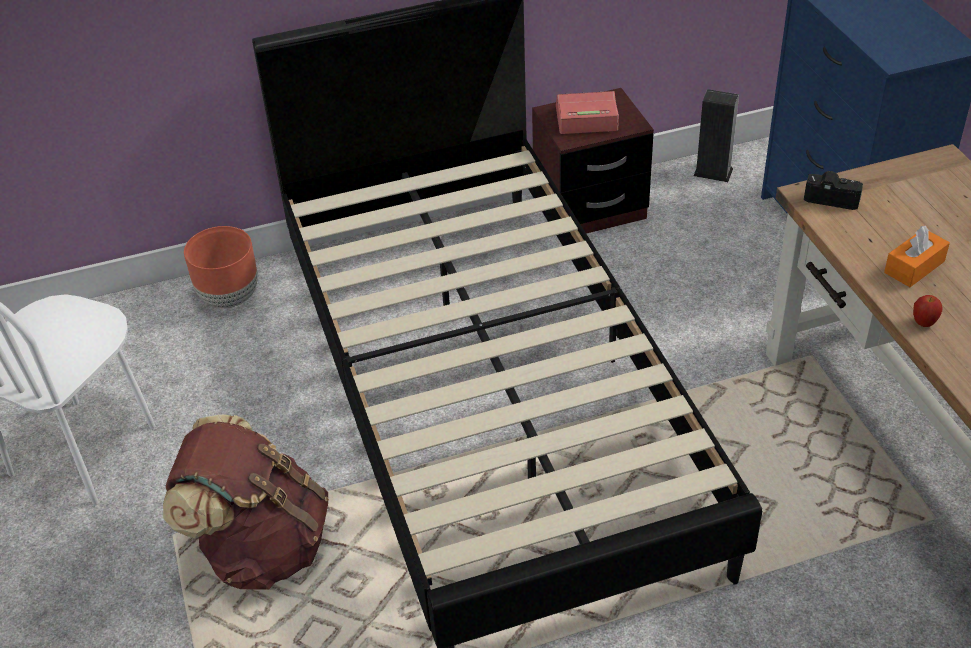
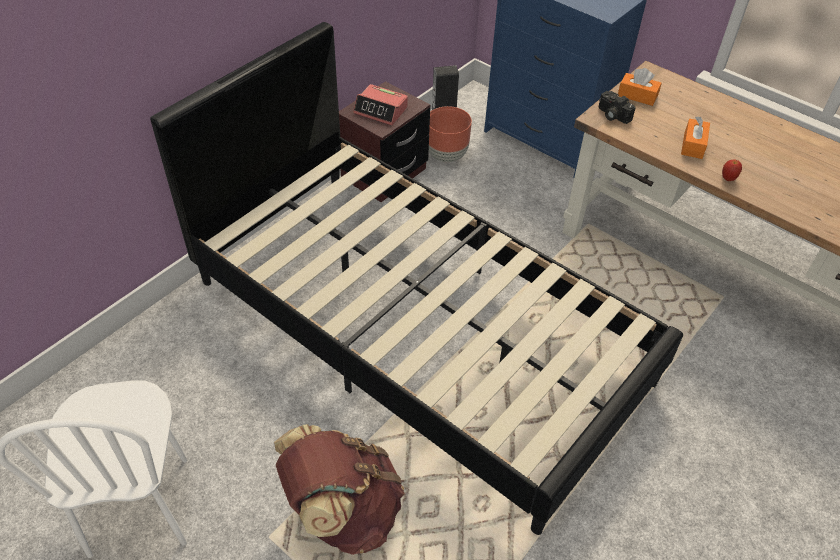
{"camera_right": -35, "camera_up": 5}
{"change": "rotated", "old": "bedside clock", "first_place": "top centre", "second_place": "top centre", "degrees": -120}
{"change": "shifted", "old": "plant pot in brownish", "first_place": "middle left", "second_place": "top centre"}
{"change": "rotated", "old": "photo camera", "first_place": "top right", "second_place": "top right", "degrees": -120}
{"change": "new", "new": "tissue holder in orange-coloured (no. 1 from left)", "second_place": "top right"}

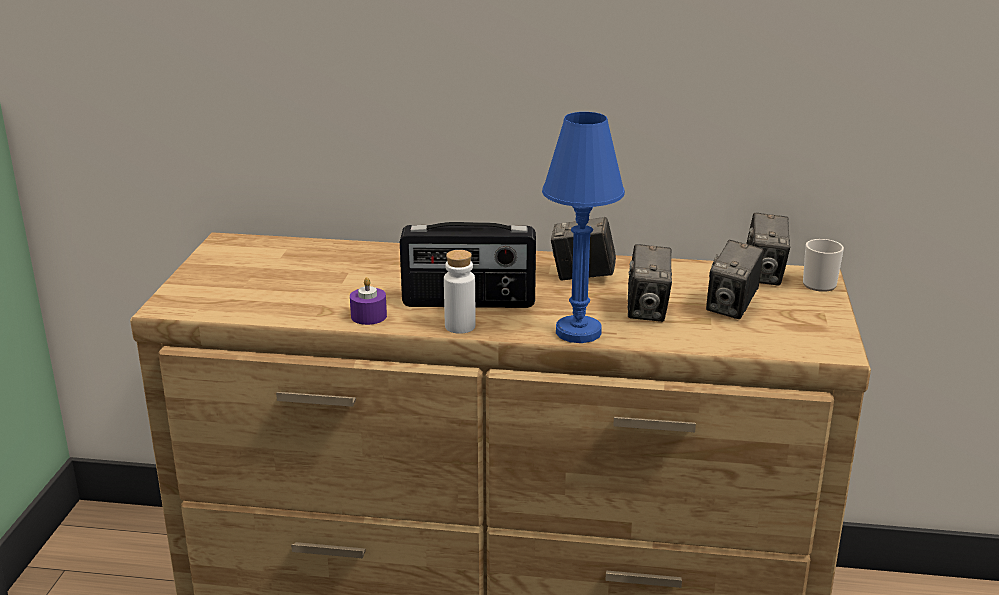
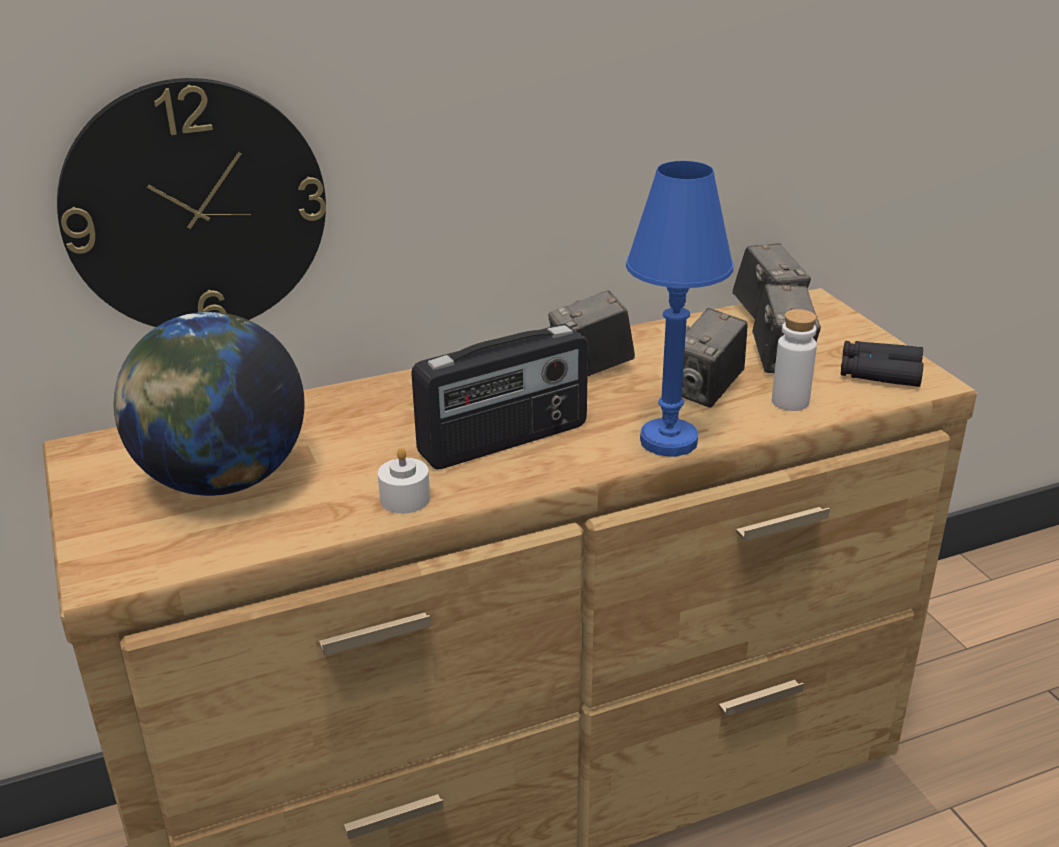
{"camera_right": -30, "camera_up": 5}
{"change": "new", "new": "wall clock", "second_place": "top left"}
{"change": "new", "new": "globe", "second_place": "middle left"}
{"change": "repainted", "old": "wax light in purple", "new": "wax light in white-coloured", "first_place": "centre", "second_place": "centre"}
{"change": "rotated", "old": "photo camera (no. 2 from left)", "first_place": "centre", "second_place": "middle right", "degrees": 60}
{"change": "shifted", "old": "bottle in white-coloured", "first_place": "centre", "second_place": "middle right"}
{"change": "new", "new": "pair of binoculars in black", "second_place": "middle right"}
{"change": "gone", "old": "tea mug", "first_place": "middle right"}

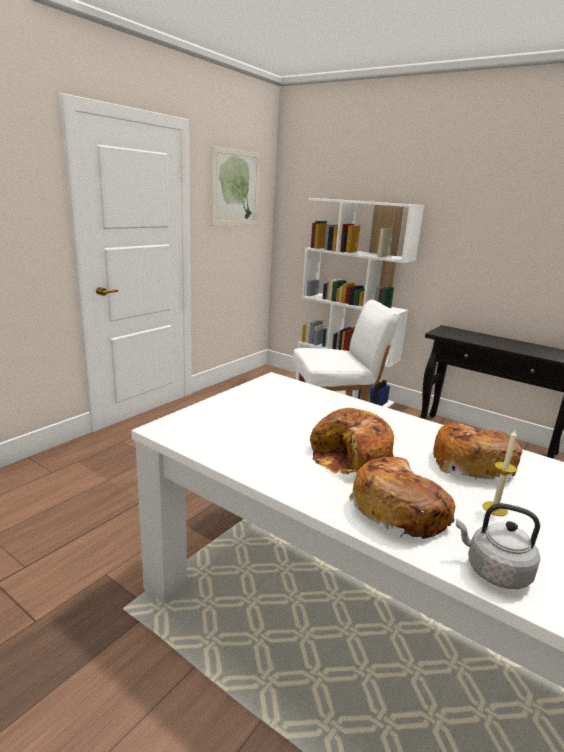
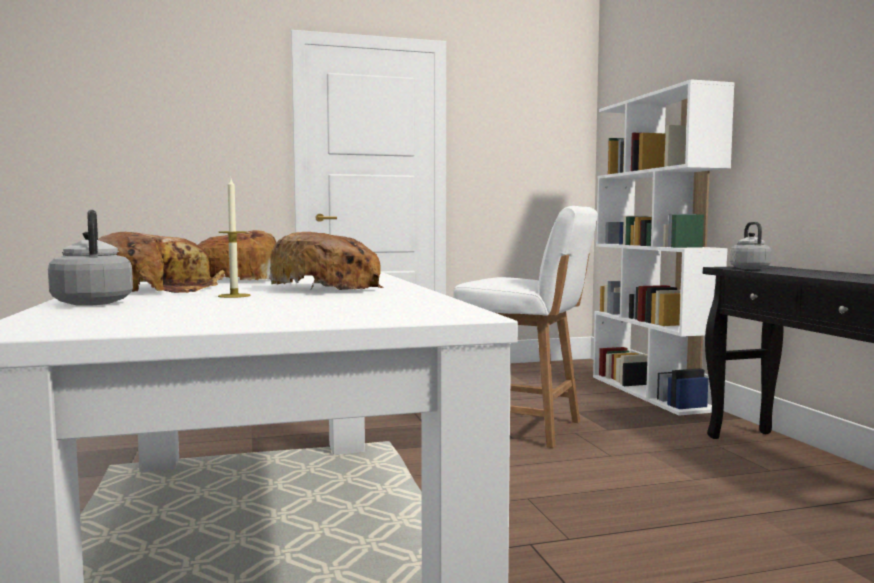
{"camera_right": 40, "camera_up": -15}
{"change": "new", "new": "water kettle in gray (no. 2 from left)", "second_place": "middle right"}
{"change": "gone", "old": "wall art", "first_place": "top centre"}

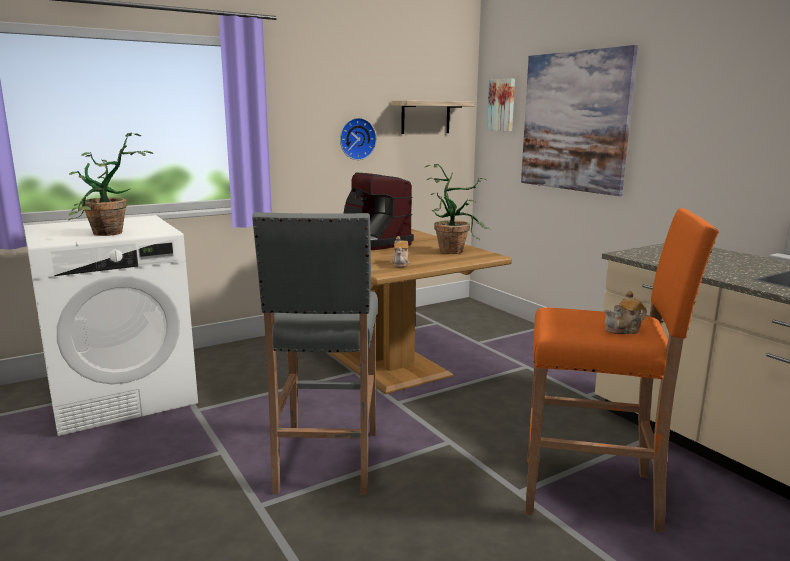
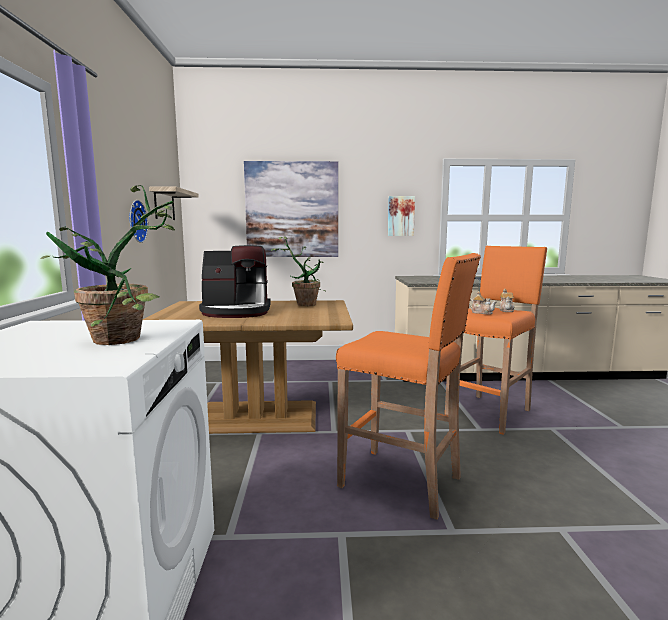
{"camera_right": -60, "camera_up": -5}
{"change": "repainted", "old": "stool seat in gray", "new": "stool seat in orange-coloured (no. 1 from left)", "first_place": "centre", "second_place": "centre"}
{"change": "shifted", "old": "wall art (no. 1 from left in the first image)", "new": "wall art (no. 2 from left)", "first_place": "top centre", "second_place": "centre"}
{"change": "shifted", "old": "pot for tea (no. 1 from left)", "first_place": "centre", "second_place": "middle right"}

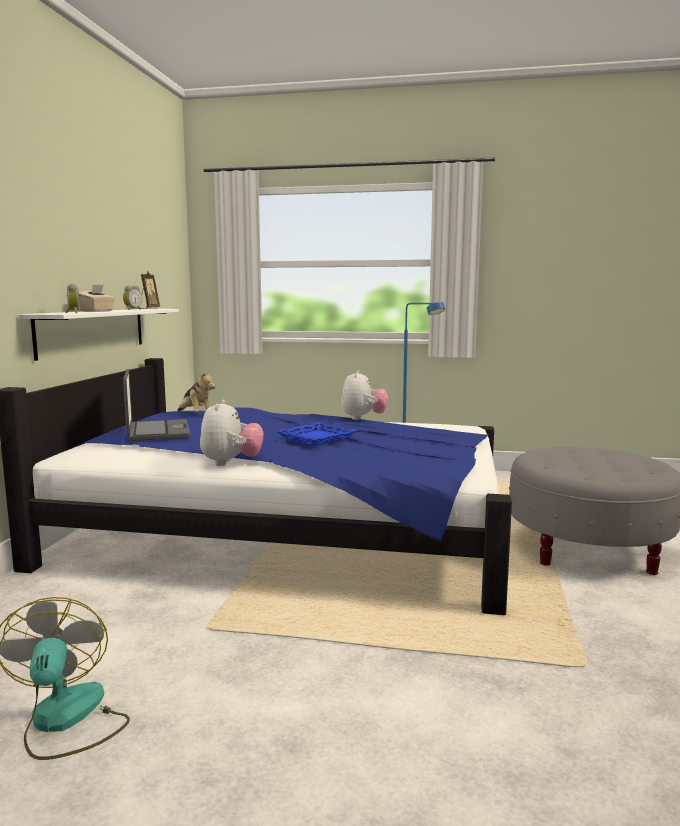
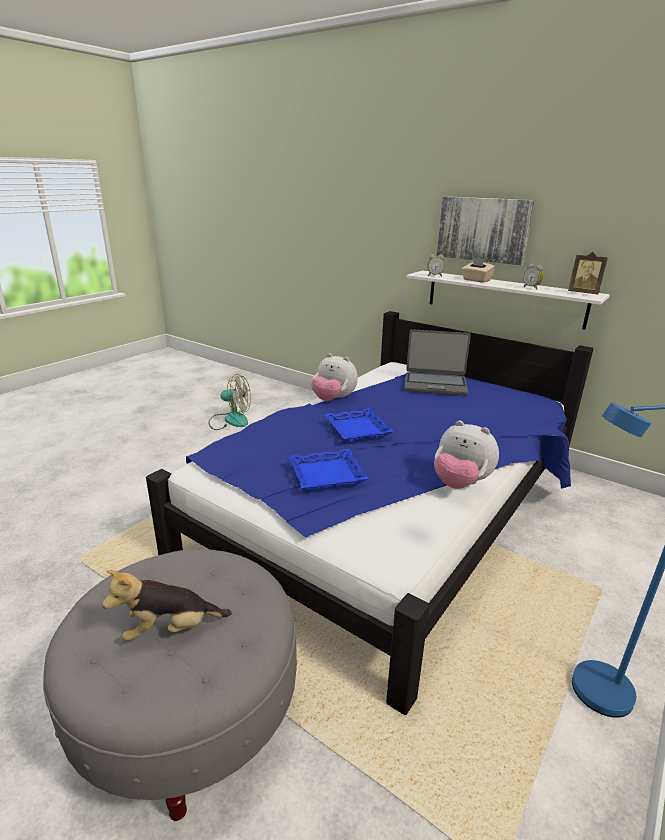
{"camera_right": 115, "camera_up": 15}
{"change": "shifted", "old": "plush toy (no. 1 from left)", "first_place": "middle left", "second_place": "bottom left"}
{"change": "new", "new": "serving tray in blue (no. 1 from left)", "second_place": "centre"}
{"change": "new", "new": "wall art", "second_place": "top right"}

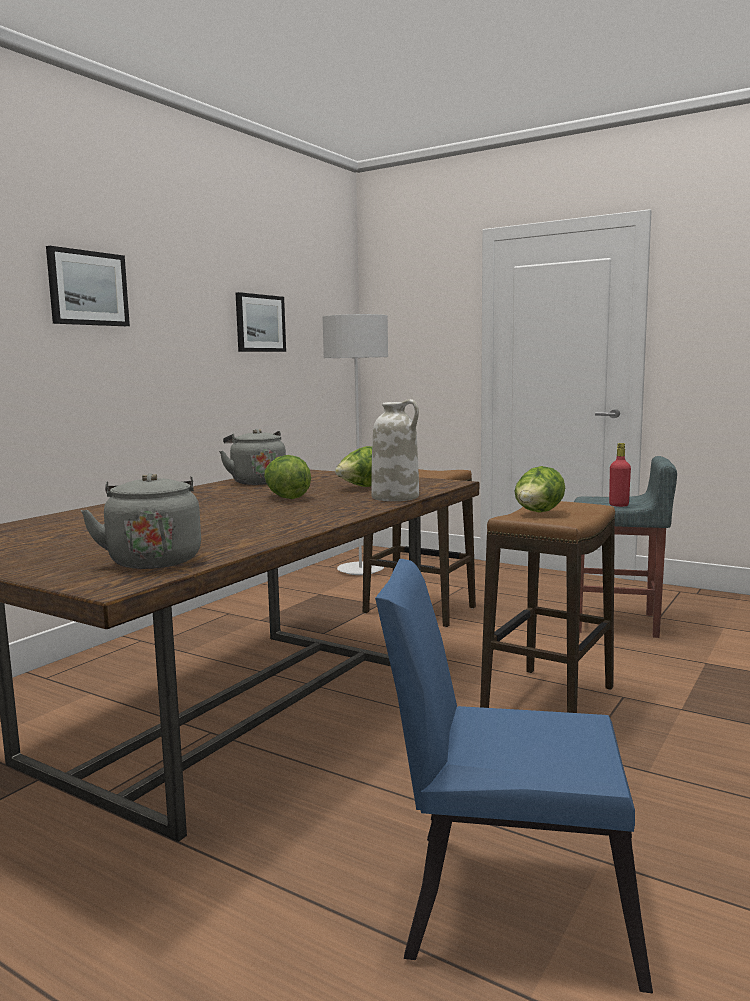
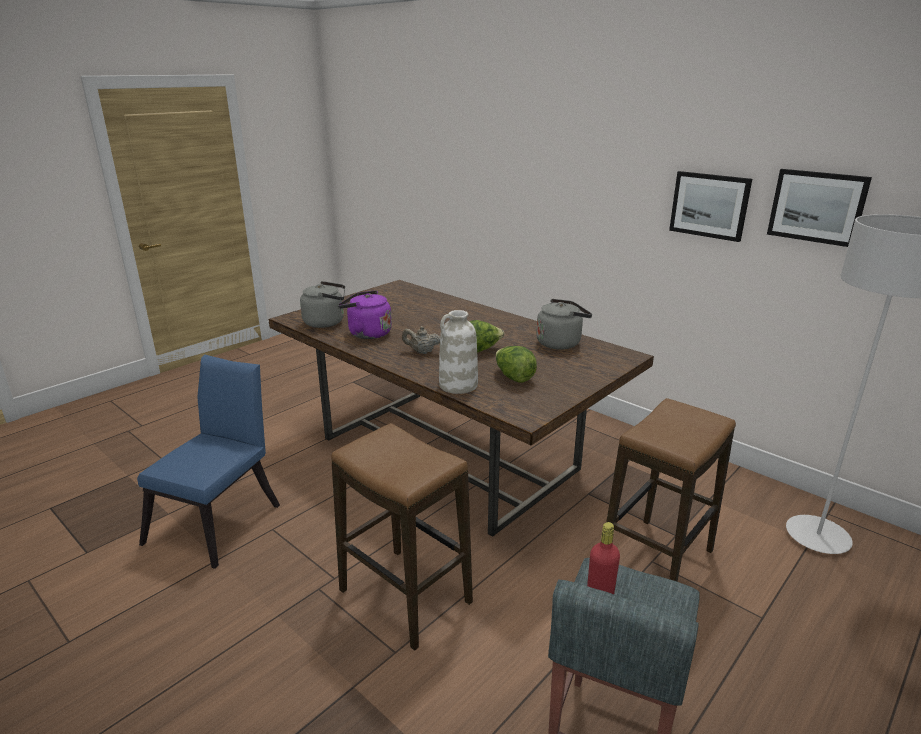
{"camera_right": 100, "camera_up": 15}
{"change": "new", "new": "water kettle in purple", "second_place": "centre"}
{"change": "new", "new": "pot for tea in beige-coloured", "second_place": "centre"}
{"change": "shifted", "old": "wall art (no. 1 from left)", "first_place": "top left", "second_place": "top right"}
{"change": "gone", "old": "lettuce (no. 3 from left)", "first_place": "middle right"}

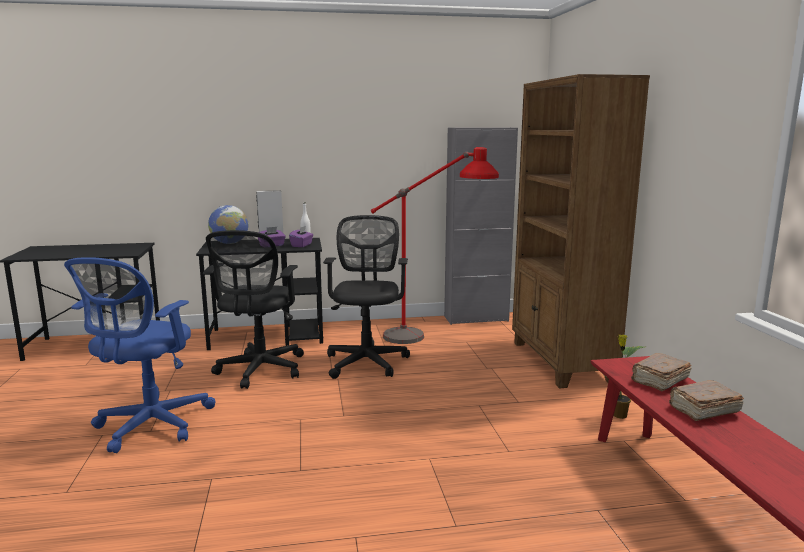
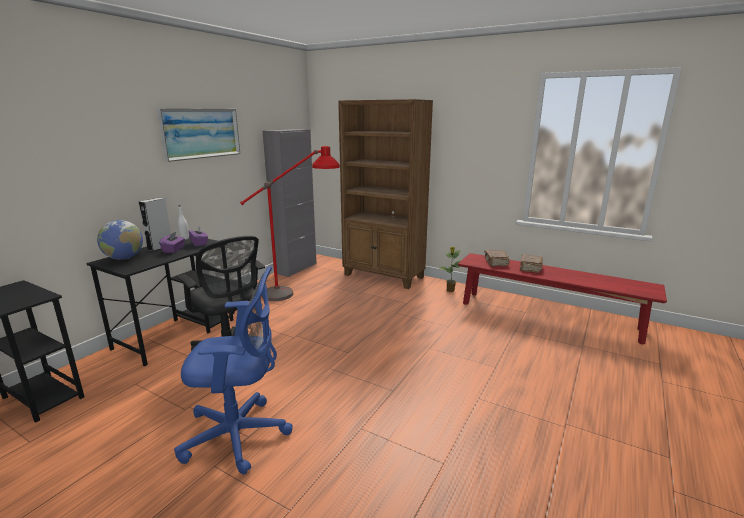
{"camera_right": -50, "camera_up": 5}
{"change": "new", "new": "wall art", "second_place": "top left"}
{"change": "rotated", "old": "office chair in blue", "first_place": "middle left", "second_place": "bottom left", "degrees": -60}
{"change": "gone", "old": "office chair in black (no. 2 from left)", "first_place": "centre"}

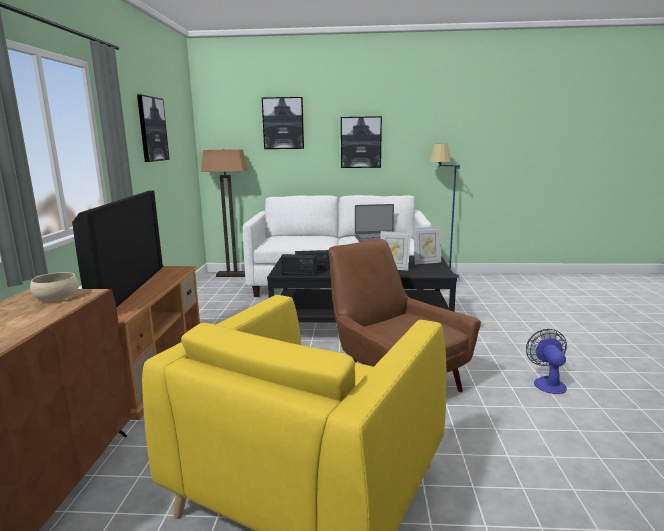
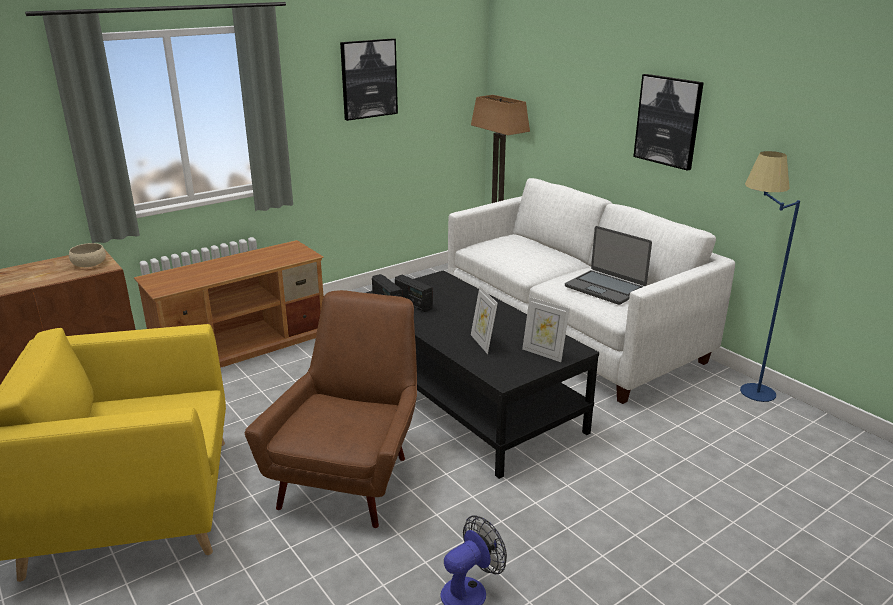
{"camera_right": 50, "camera_up": 10}
{"change": "gone", "old": "television", "first_place": "middle left"}
{"change": "gone", "old": "wall art (no. 2 from left)", "first_place": "top centre"}

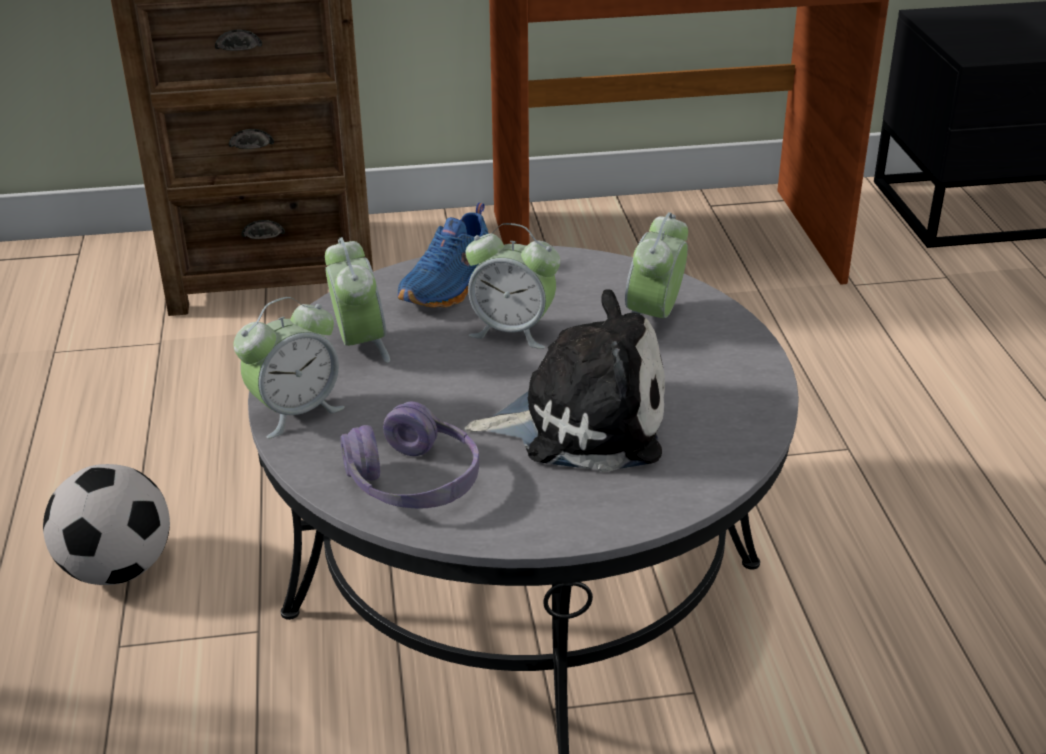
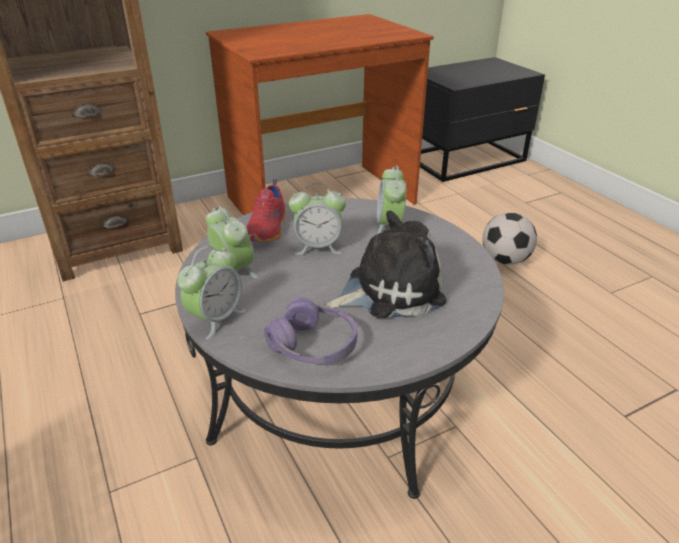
{"camera_right": -20, "camera_up": 0}
{"change": "repainted", "old": "low shoe in blue", "new": "low shoe in red", "first_place": "centre", "second_place": "centre"}
{"change": "shifted", "old": "football ball", "first_place": "bottom left", "second_place": "middle right"}

